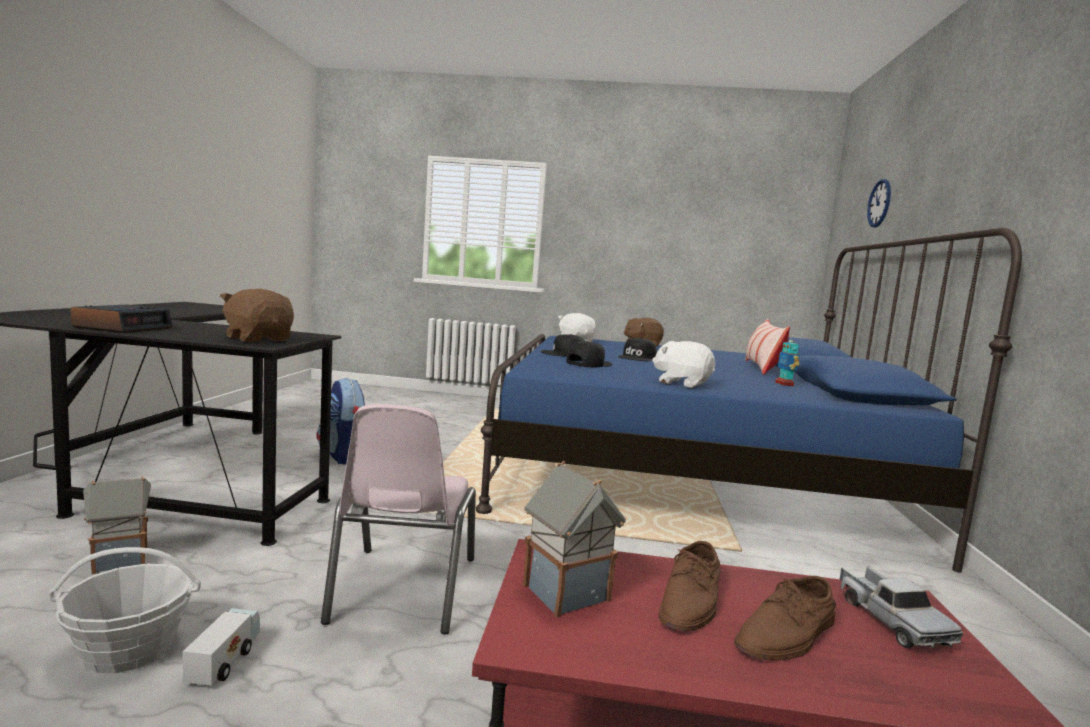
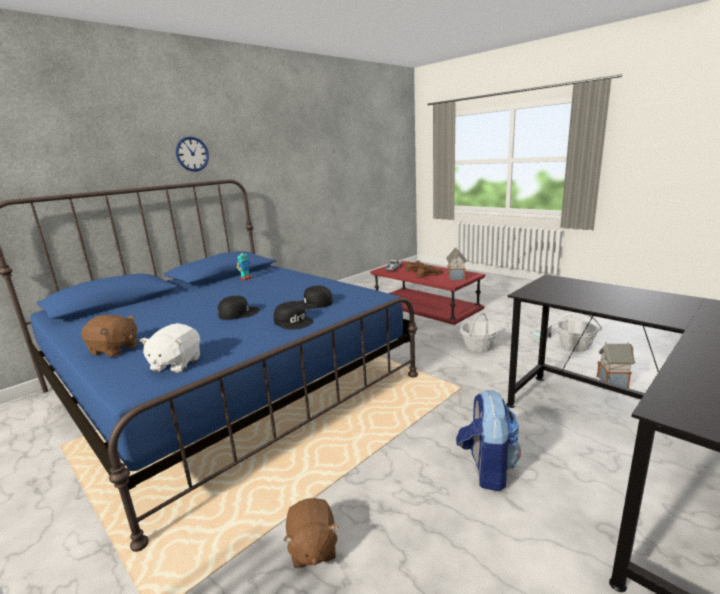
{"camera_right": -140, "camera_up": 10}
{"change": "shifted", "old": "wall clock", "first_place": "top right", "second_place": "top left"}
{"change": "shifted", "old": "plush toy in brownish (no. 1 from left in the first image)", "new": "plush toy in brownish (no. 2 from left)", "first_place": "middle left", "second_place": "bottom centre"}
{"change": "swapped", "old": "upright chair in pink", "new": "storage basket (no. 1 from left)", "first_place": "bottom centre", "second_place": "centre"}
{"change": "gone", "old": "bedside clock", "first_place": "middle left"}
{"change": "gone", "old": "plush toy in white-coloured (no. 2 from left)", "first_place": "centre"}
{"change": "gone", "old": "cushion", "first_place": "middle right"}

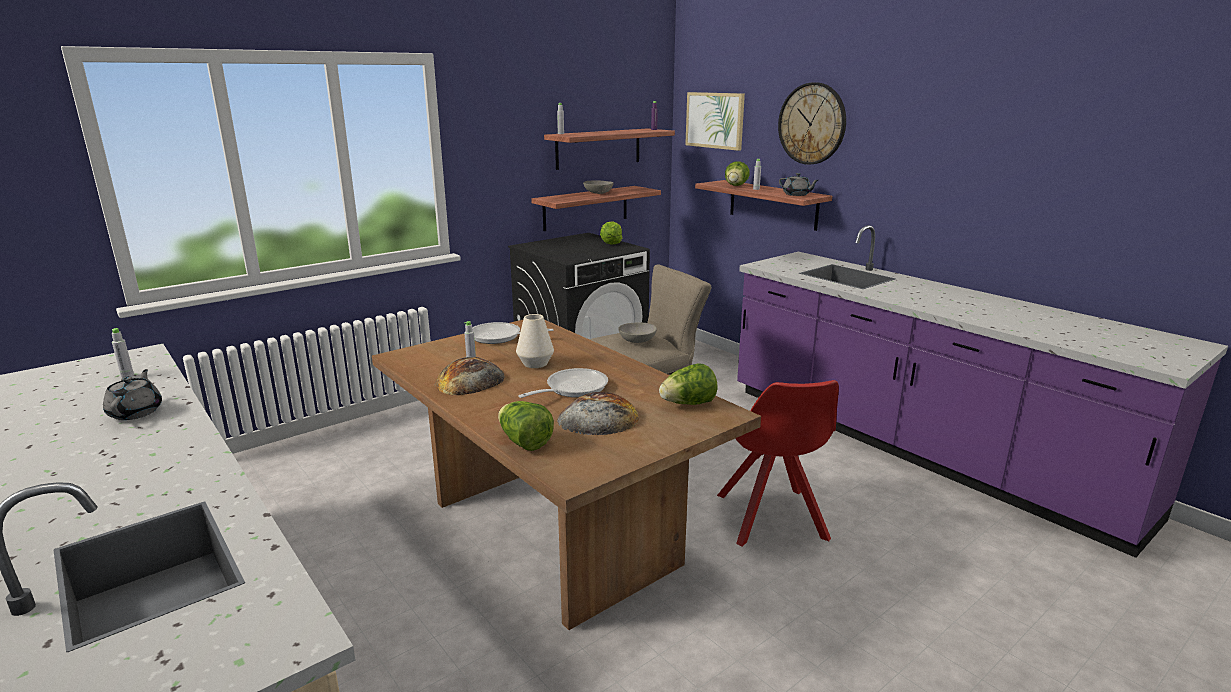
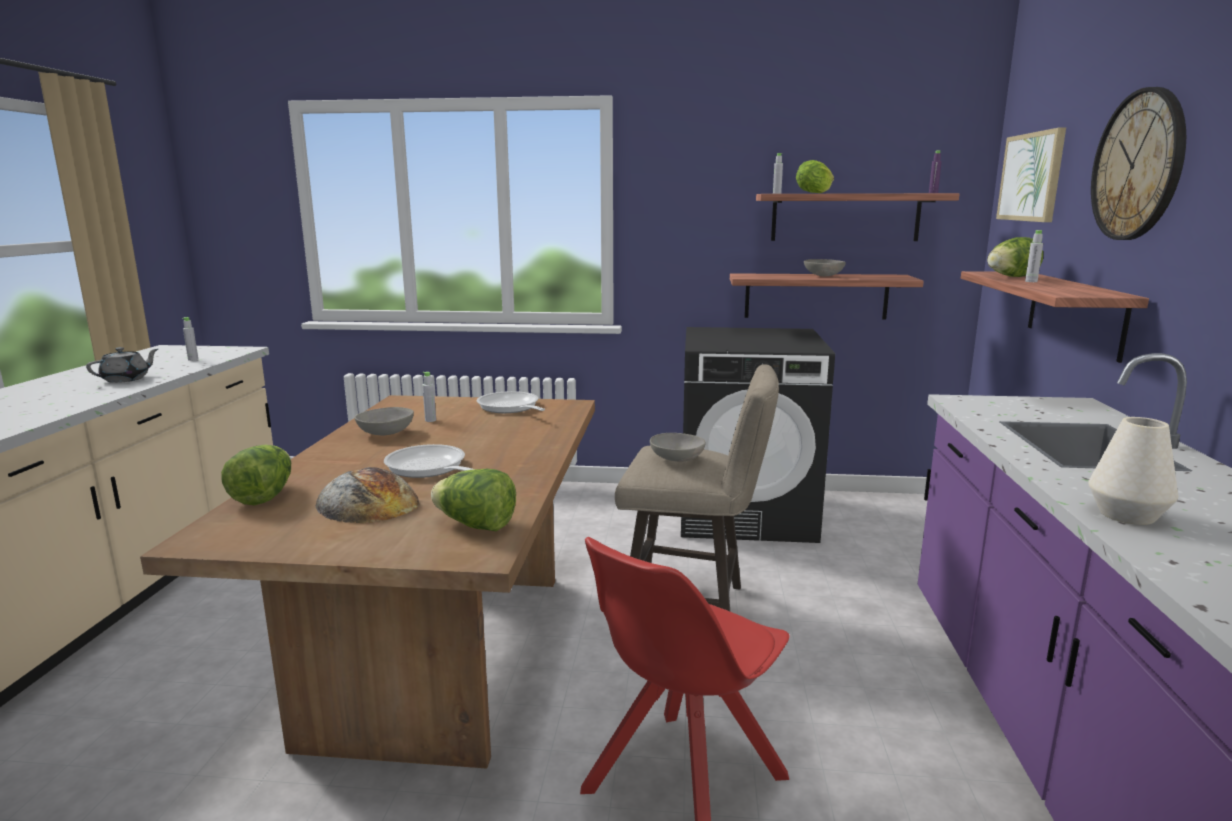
{"camera_right": 45, "camera_up": -5}
{"change": "swapped", "old": "baked bread (no. 1 from left)", "new": "deep dish in gray (no. 1 from left)", "first_place": "centre", "second_place": "middle left"}
{"change": "rotated", "old": "frying pan (no. 2 from left in the first image)", "first_place": "centre", "second_place": "centre", "degrees": -135}
{"change": "shifted", "old": "lettuce (no. 2 from left in the first image)", "new": "lettuce (no. 3 from left)", "first_place": "centre", "second_place": "top centre"}
{"change": "shifted", "old": "flower vase in white-coloured", "first_place": "centre", "second_place": "middle right"}
{"change": "gone", "old": "pot for tea in gray (no. 2 from left)", "first_place": "top centre"}

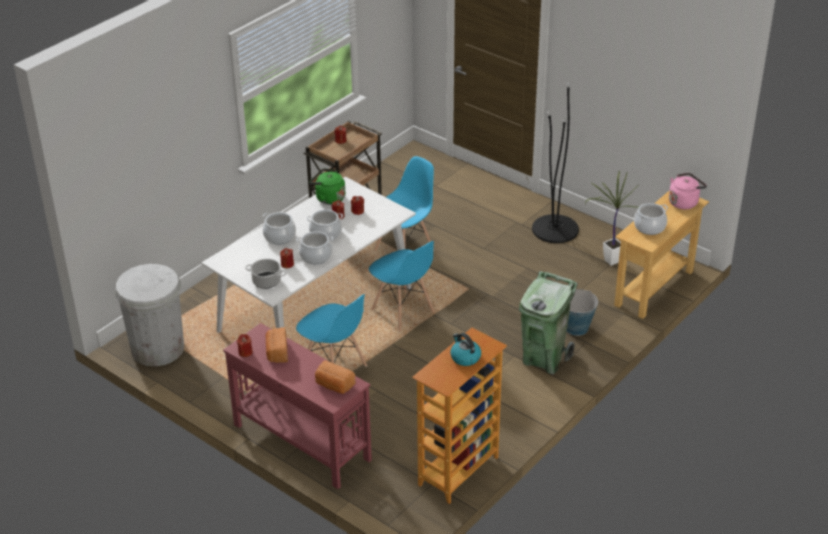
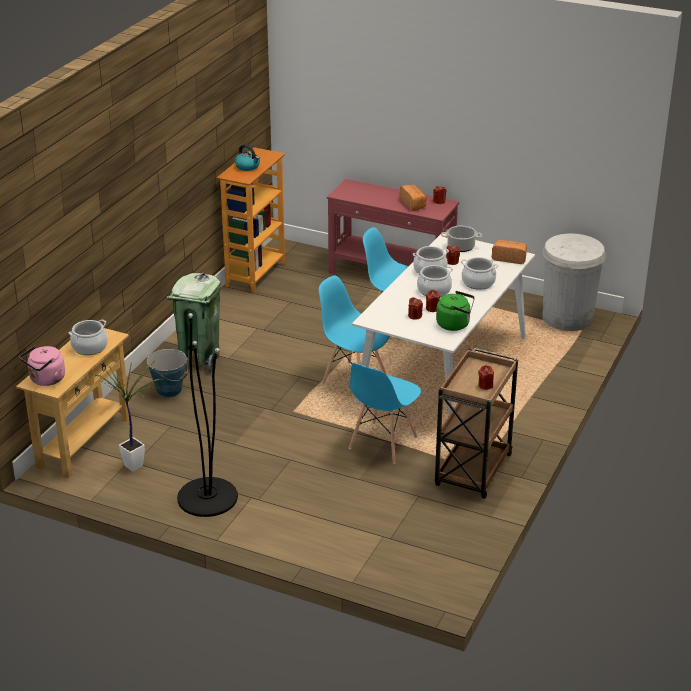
{"camera_right": 165, "camera_up": -5}
{"change": "shifted", "old": "baked bread (no. 2 from left)", "first_place": "bottom centre", "second_place": "middle right"}

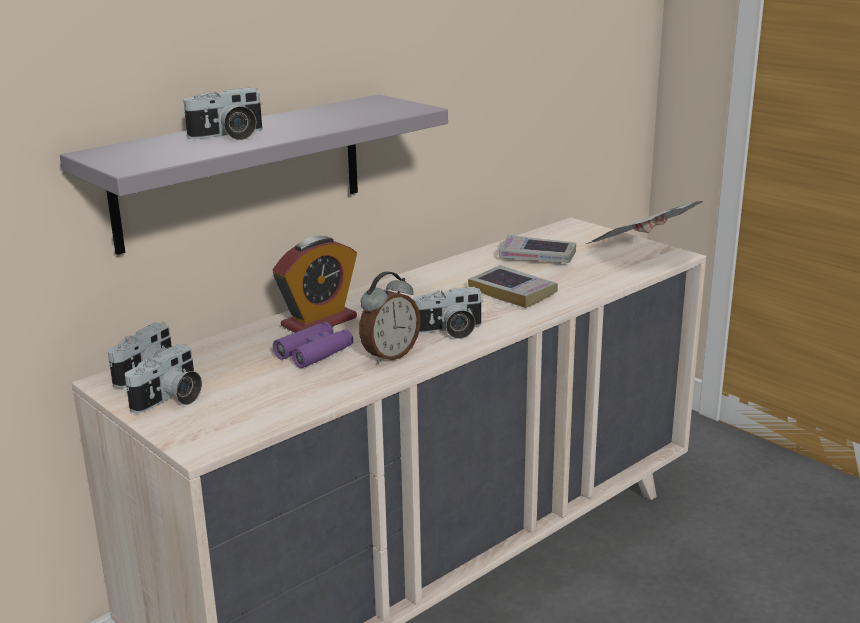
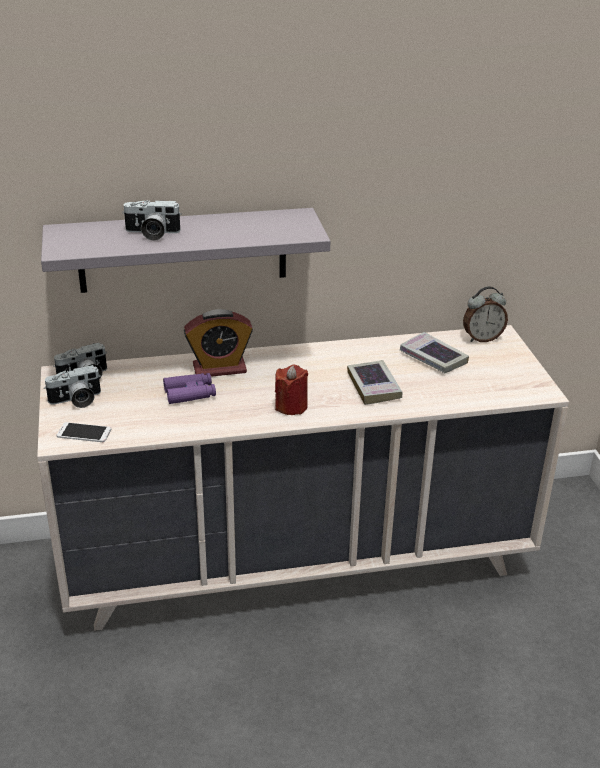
{"camera_right": 30, "camera_up": 10}
{"change": "new", "new": "telephone", "second_place": "middle left"}
{"change": "swapped", "old": "photo camera (no. 4 from left)", "new": "wax light in red", "first_place": "centre", "second_place": "centre"}
{"change": "shifted", "old": "bedside clock (no. 2 from left)", "first_place": "centre", "second_place": "middle right"}
{"change": "gone", "old": "daily paper", "first_place": "middle right"}

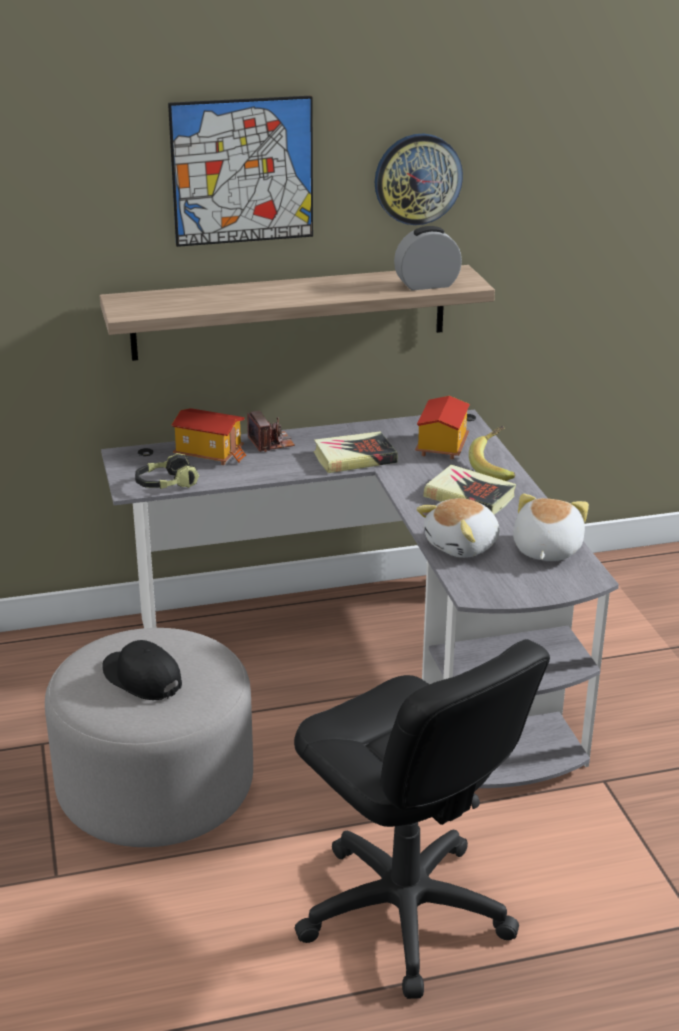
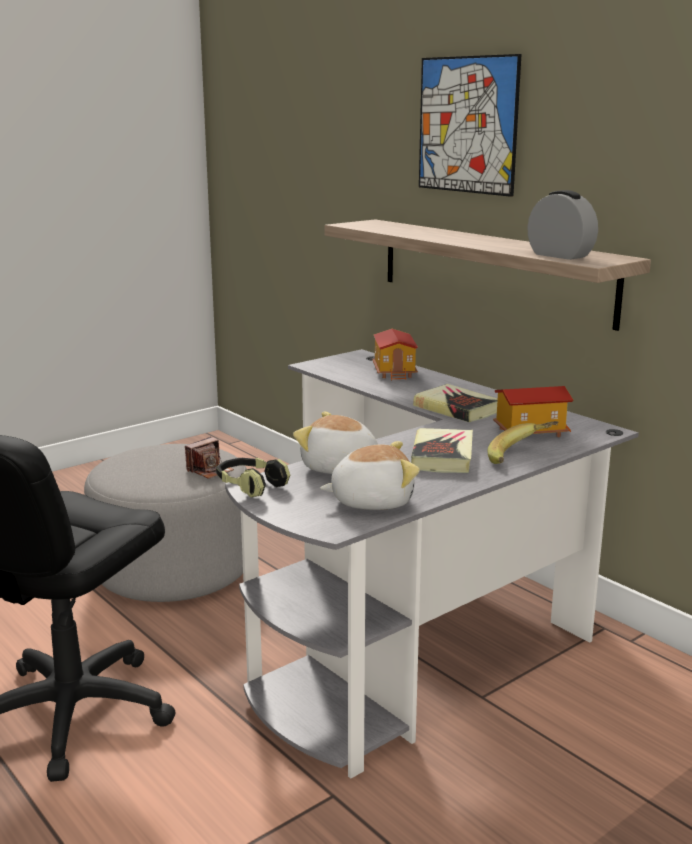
{"camera_right": 65, "camera_up": -10}
{"change": "shifted", "old": "photo camera", "first_place": "centre", "second_place": "middle left"}
{"change": "shifted", "old": "pair of headphones", "first_place": "middle left", "second_place": "centre"}
{"change": "gone", "old": "baseball cap in black", "first_place": "middle left"}
{"change": "gone", "old": "wall clock", "first_place": "top centre"}

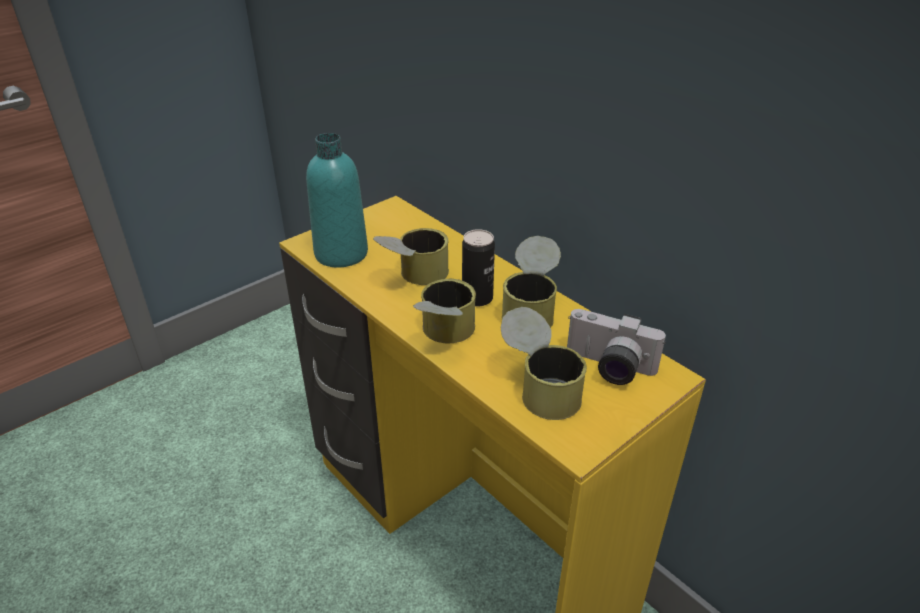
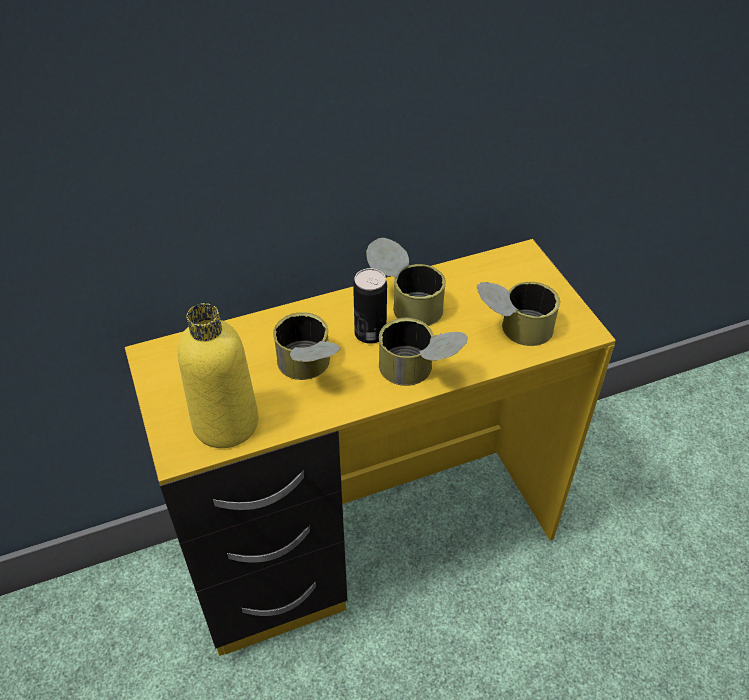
{"camera_right": -70, "camera_up": 10}
{"change": "repainted", "old": "bottle in blue-green", "new": "bottle in yellow-coloured", "first_place": "top centre", "second_place": "middle left"}
{"change": "gone", "old": "photo camera", "first_place": "middle right"}

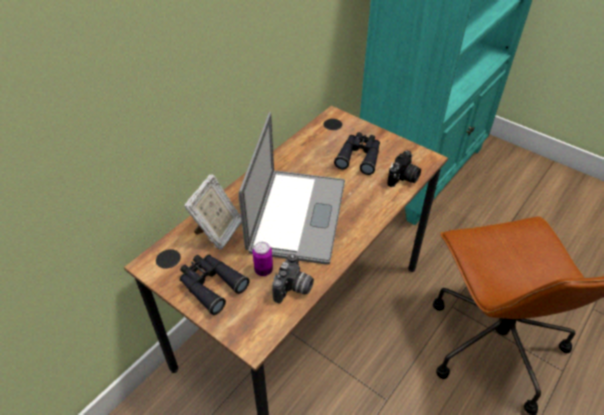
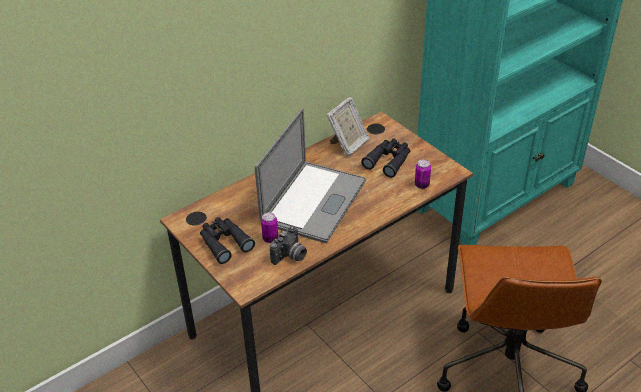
{"camera_right": 15, "camera_up": -5}
{"change": "shifted", "old": "photo frame", "first_place": "centre", "second_place": "top centre"}
{"change": "swapped", "old": "photo camera (no. 2 from left)", "new": "metal can (no. 2 from left)", "first_place": "middle right", "second_place": "centre"}

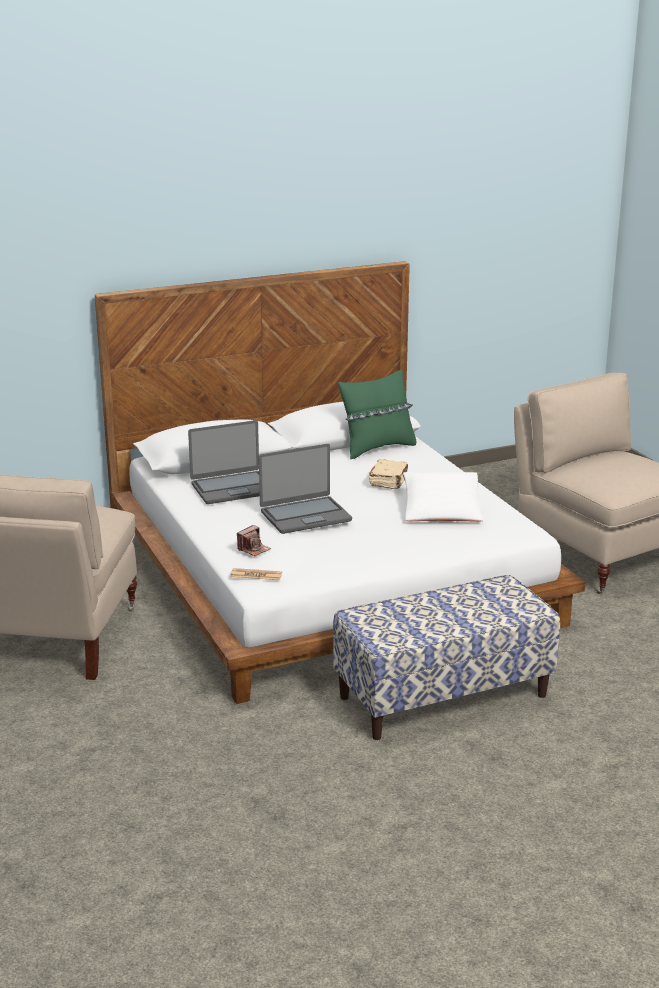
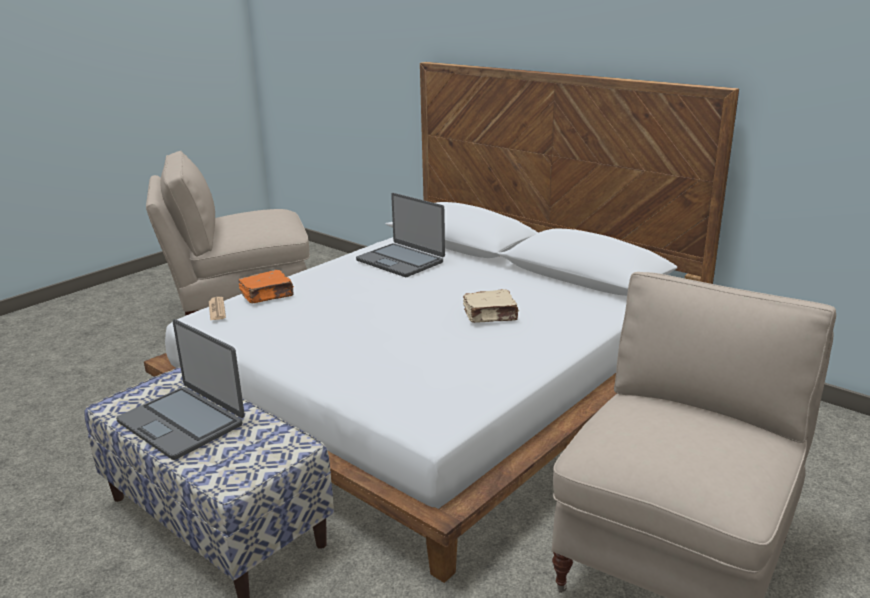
{"camera_right": 65, "camera_up": 0}
{"change": "shifted", "old": "portable computer (no. 2 from left in the first image)", "new": "portable computer (no. 1 from left)", "first_place": "centre", "second_place": "middle left"}
{"change": "swapped", "old": "photo camera", "new": "bound book in orange-coloured", "first_place": "centre", "second_place": "middle left"}
{"change": "gone", "old": "cushion in green", "first_place": "centre"}
{"change": "gone", "old": "cushion in white-coloured", "first_place": "middle right"}

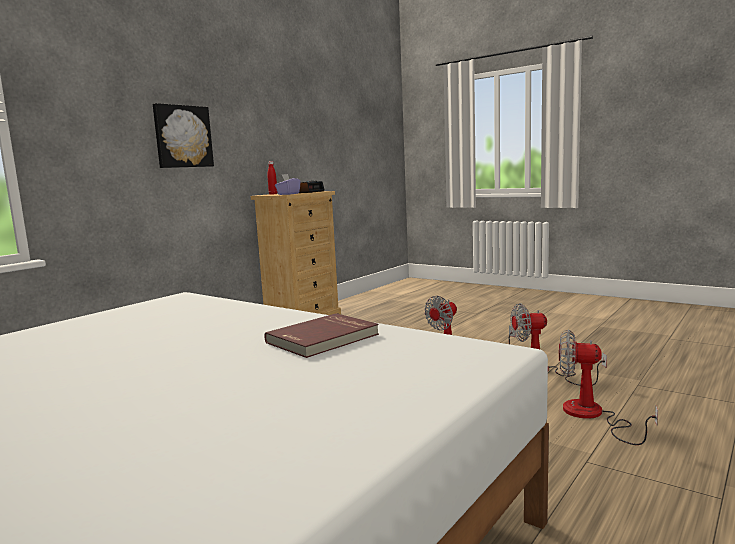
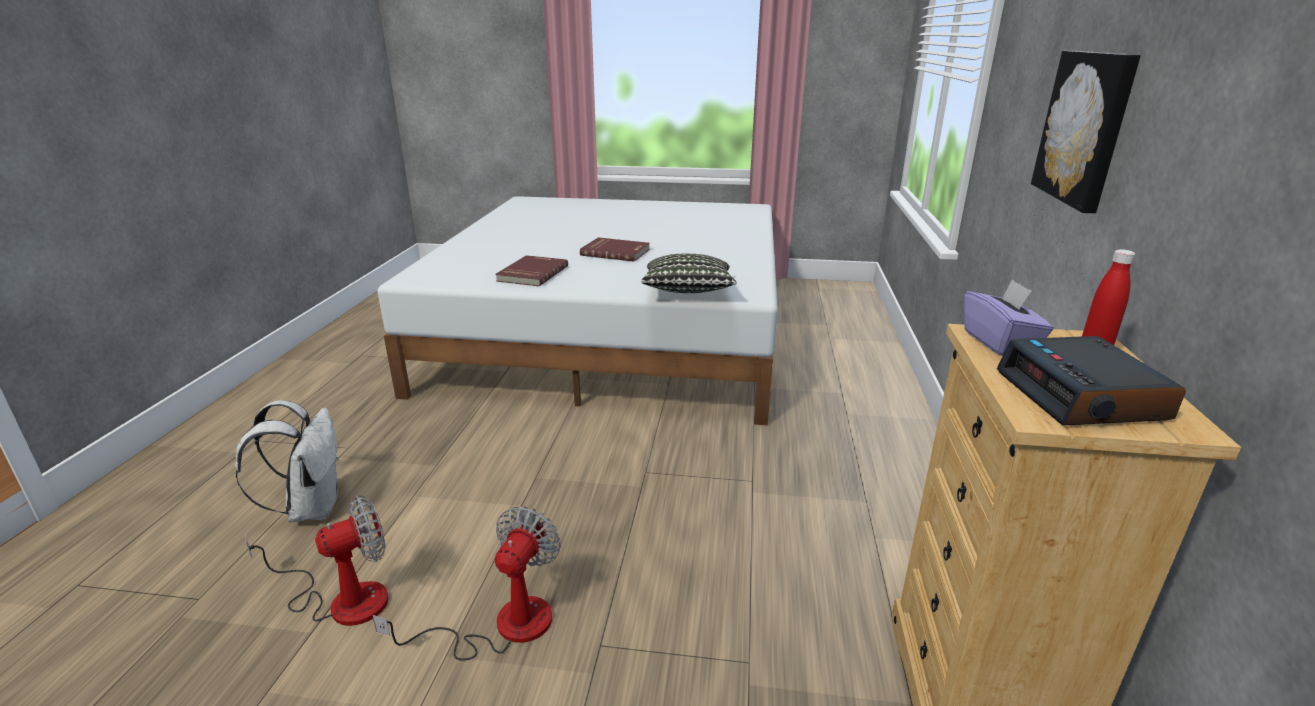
{"camera_right": 150, "camera_up": 15}
{"change": "swapped", "old": "fan (no. 3 from left)", "new": "rucksack in white-coloured", "first_place": "bottom right", "second_place": "middle left"}
{"change": "new", "new": "bound book in red (no. 2 from left)", "second_place": "centre"}
{"change": "new", "new": "cushion", "second_place": "centre"}

